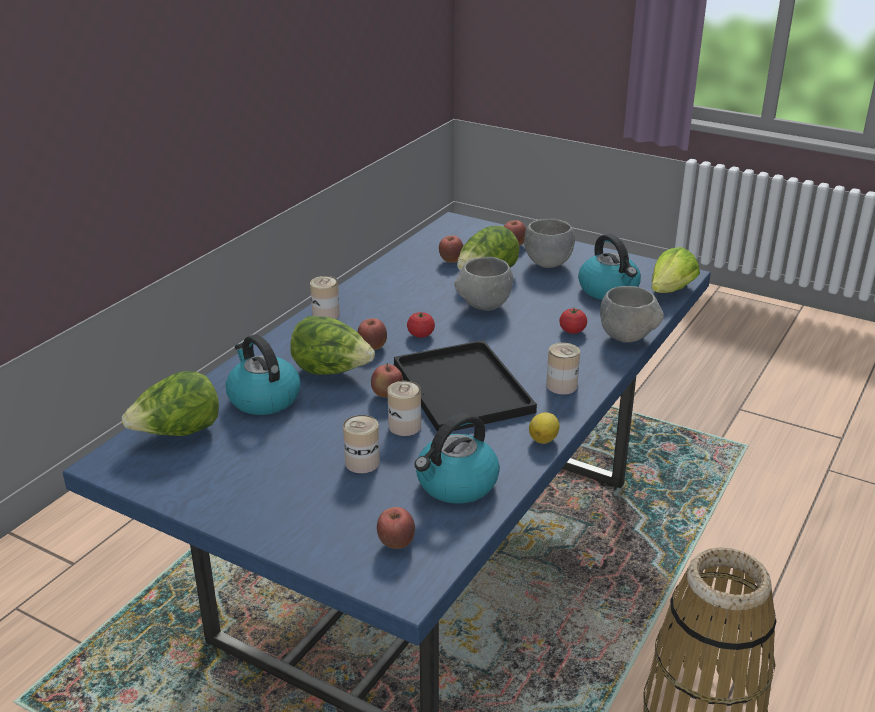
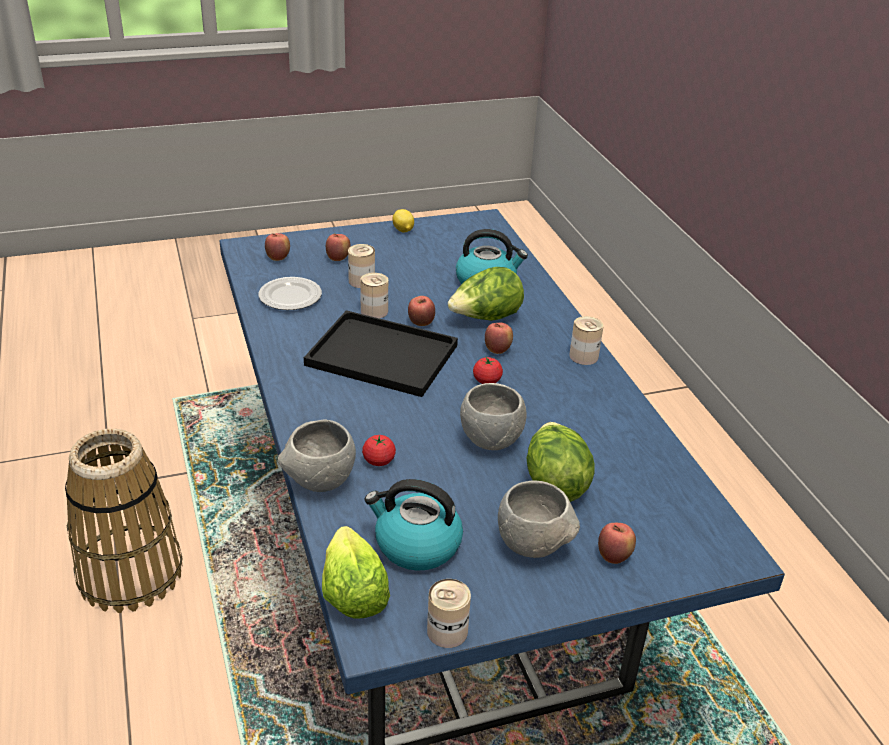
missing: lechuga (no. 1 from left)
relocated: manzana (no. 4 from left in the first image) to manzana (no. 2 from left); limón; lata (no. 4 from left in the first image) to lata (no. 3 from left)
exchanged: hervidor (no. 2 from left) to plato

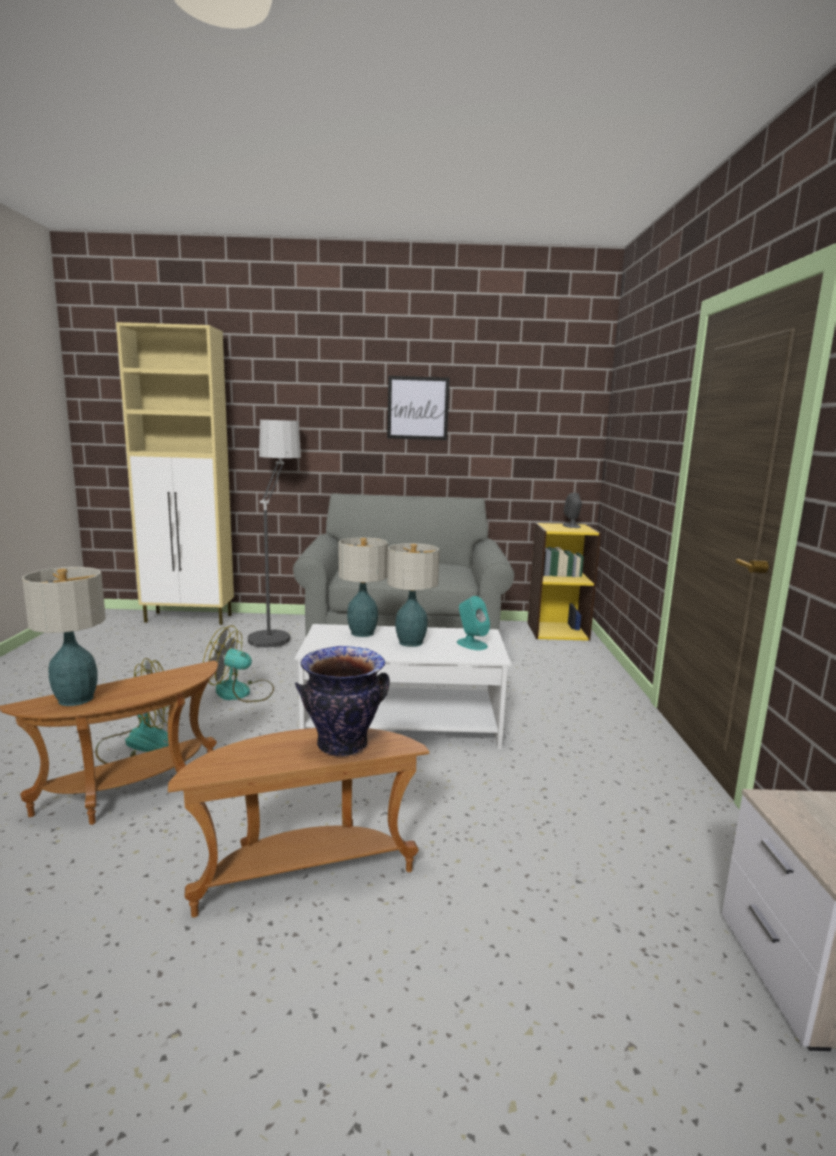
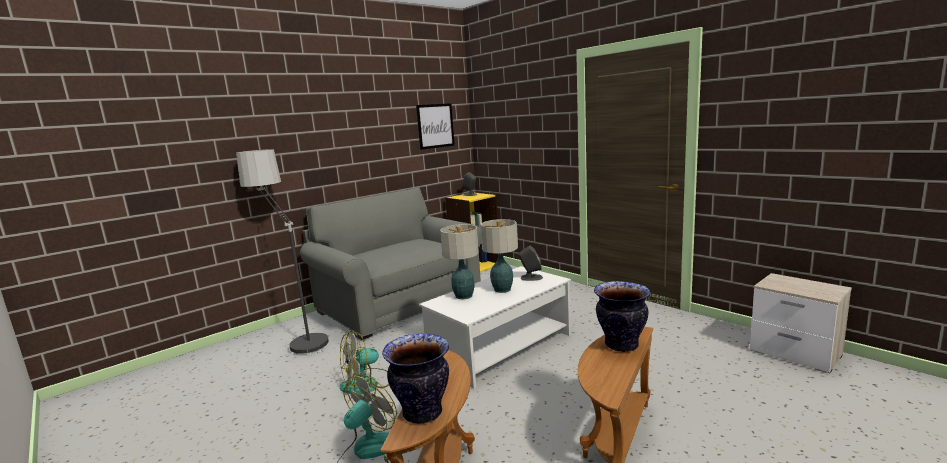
missing: armario/beis
relocated: cuadro
exchanged: lámpara de mesa (no. 1 from left) to florero (no. 1 from left)
colour: altavoz/turquesa to altavoz/gris (no. 2 from left)

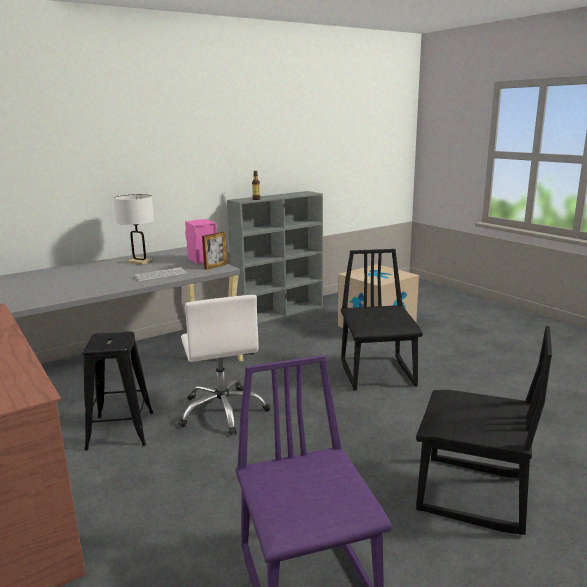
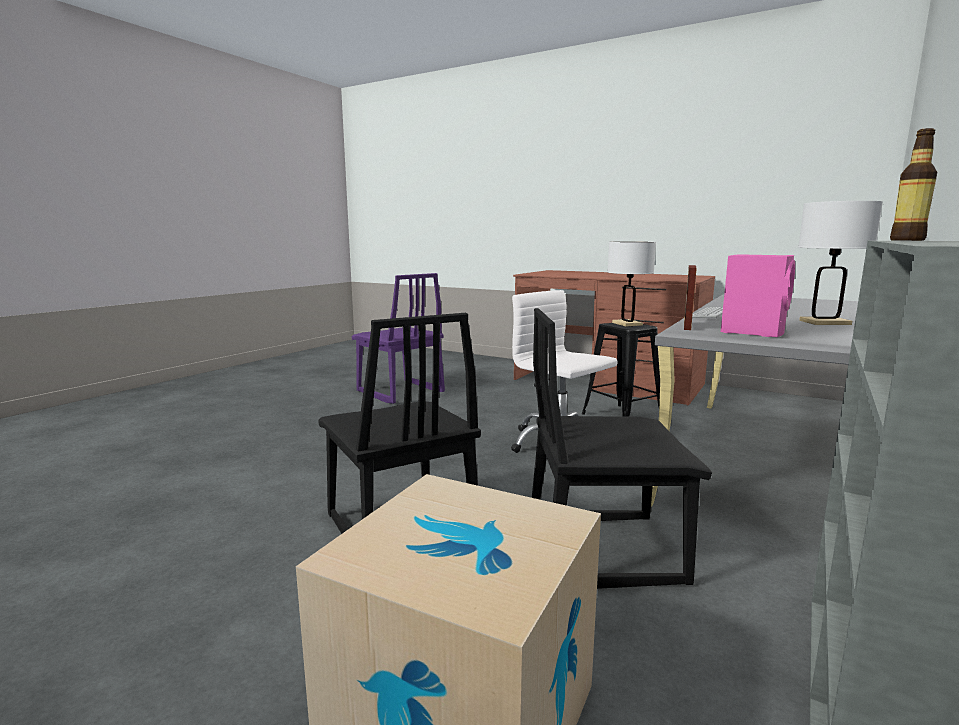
appeared: lámpara de mesa/blanco (no. 1 from left)
relocated: silla/negro (no. 2 from left)

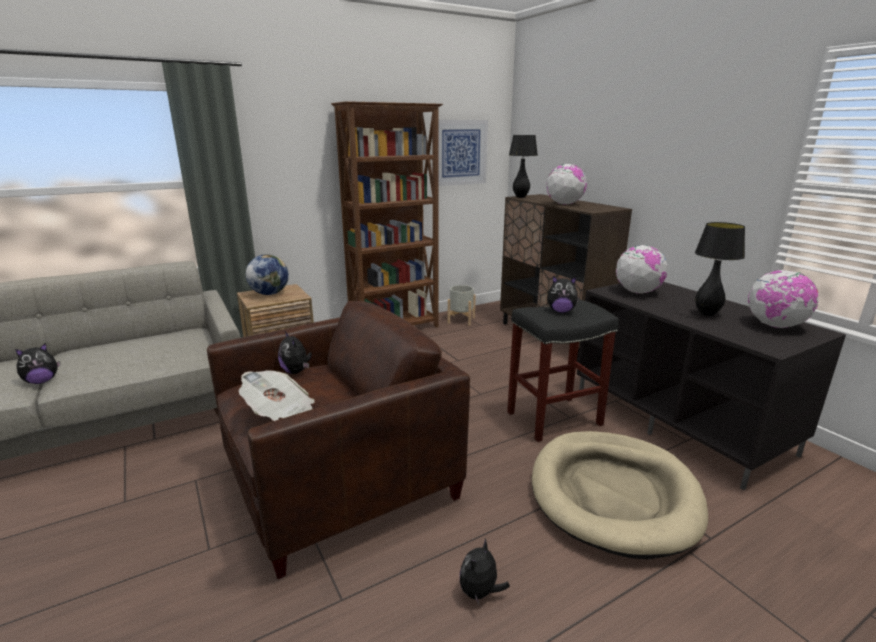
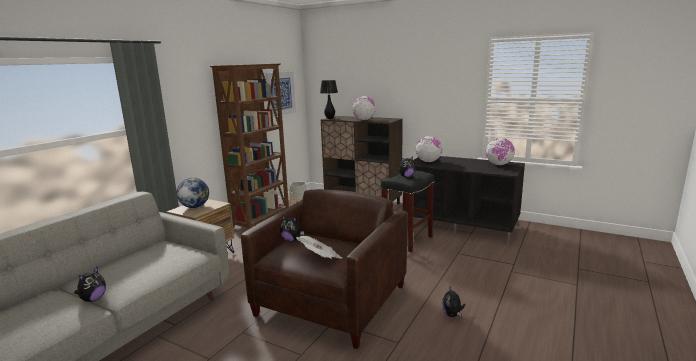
missing: cama para perro/beis; lámpara de mesa/negro (no. 2 from left)

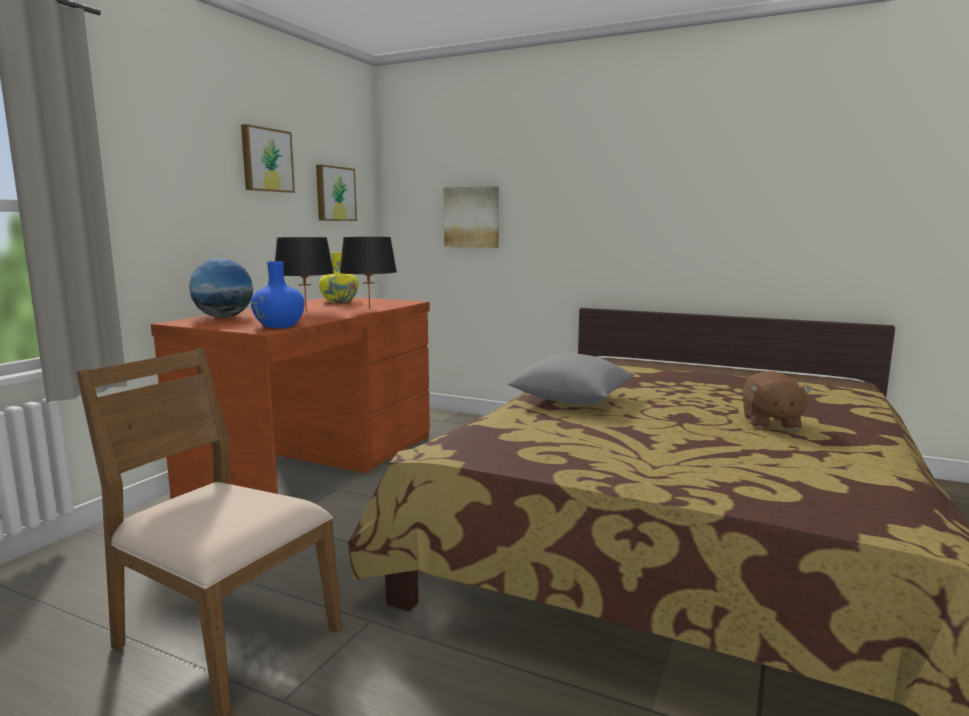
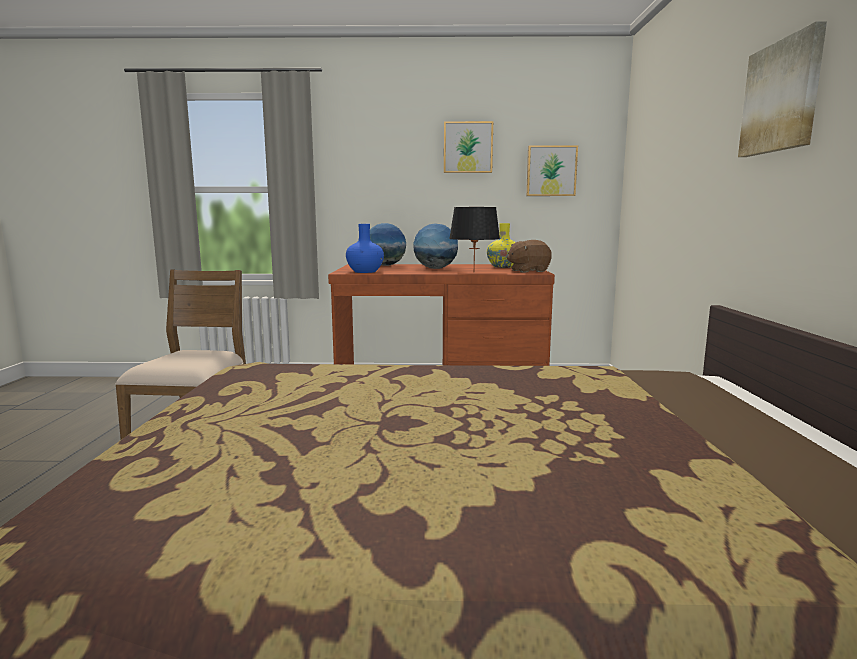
missing: cojín/gris
relocated: peluche/marrón; cuadro (no. 3 from left)
exchanged: lámpara de mesa/negro (no. 1 from left) to globo terráqueo (no. 2 from left)

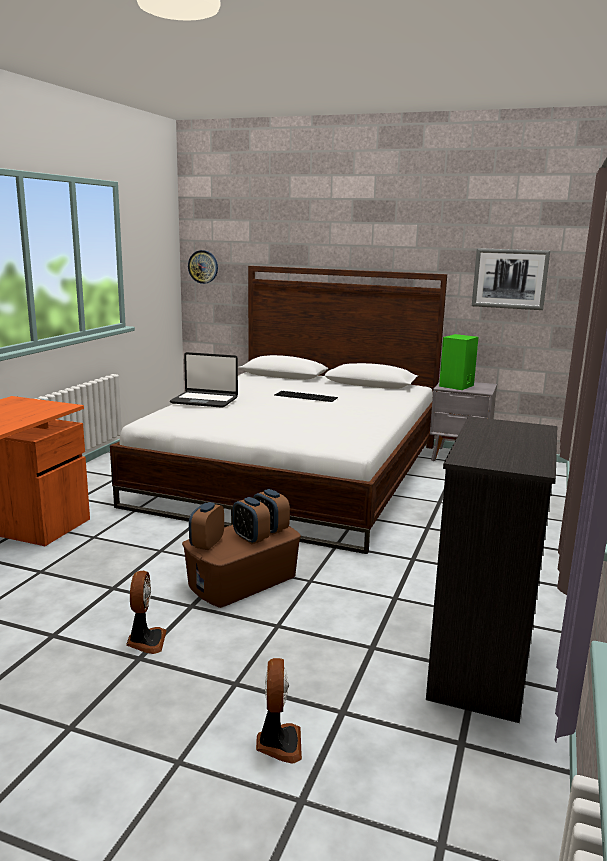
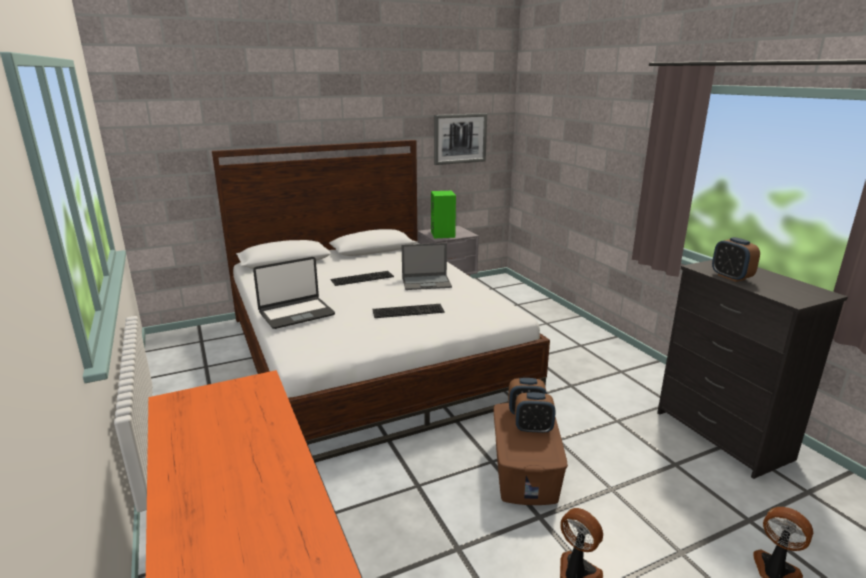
missing: reloj de pared
appeared: teclado (no. 2 from left); portátil (no. 2 from left)
relocated: despertador (no. 1 from left in the first image) to despertador (no. 3 from left)

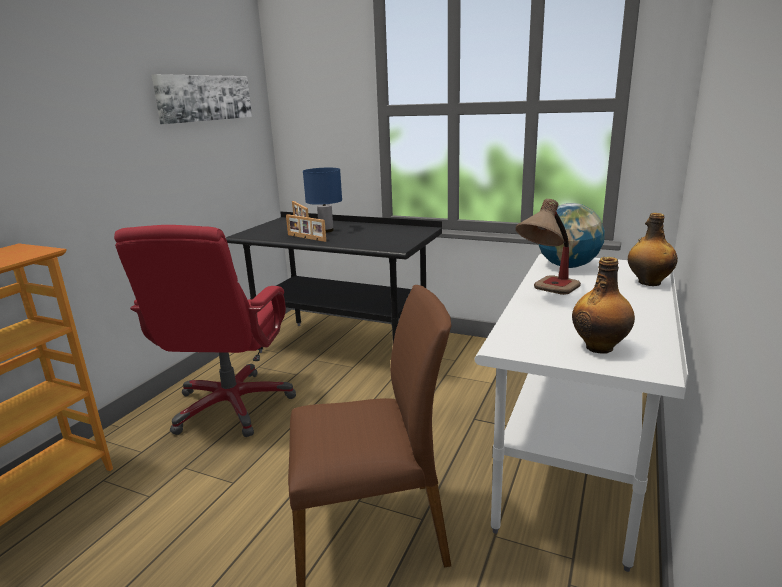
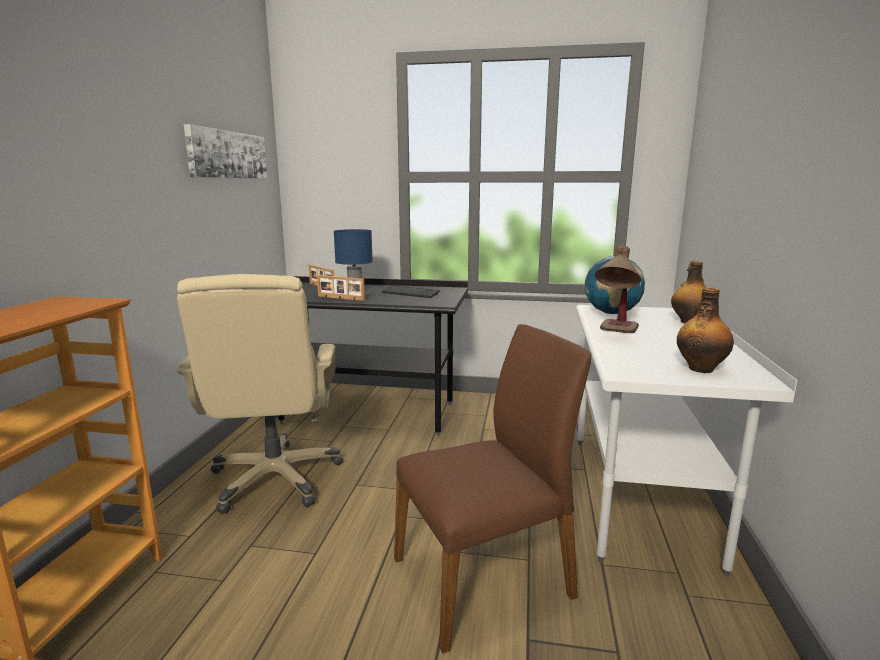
appeared: teclado
colour: silla de oficina/rojo to silla de oficina/beis

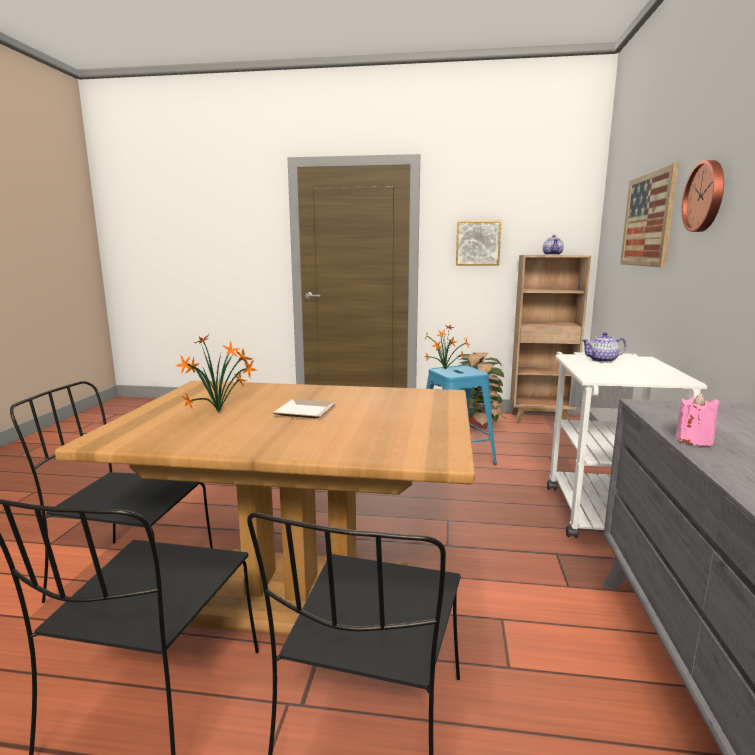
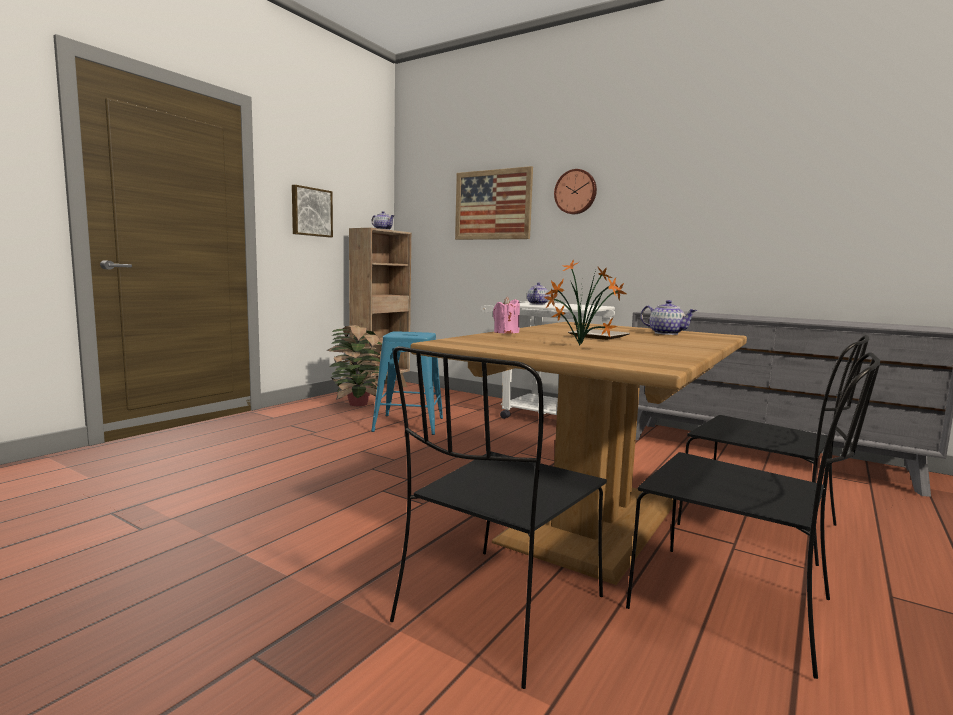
missing: planta en maceta (no. 2 from left)
appeared: tetera (no. 3 from left)
relocated: vela/rosa

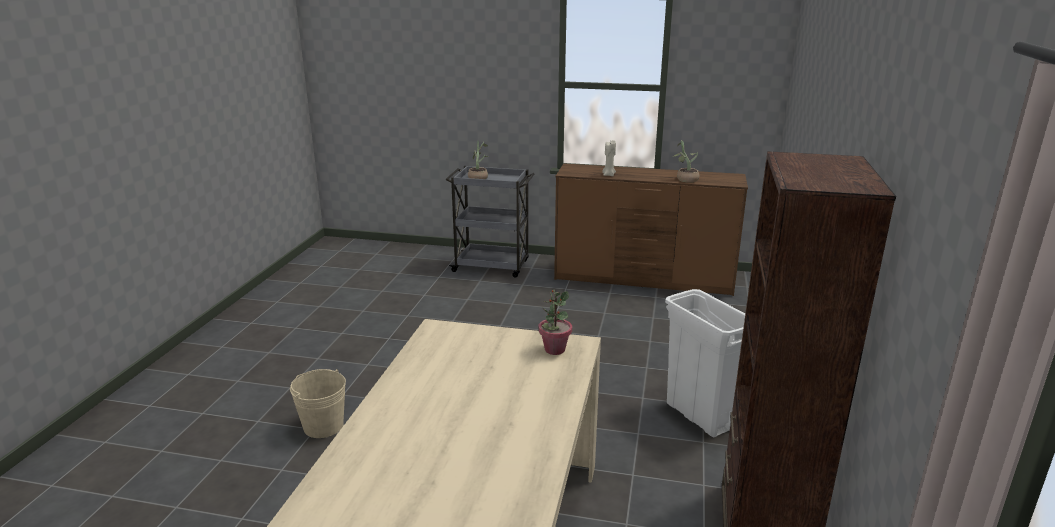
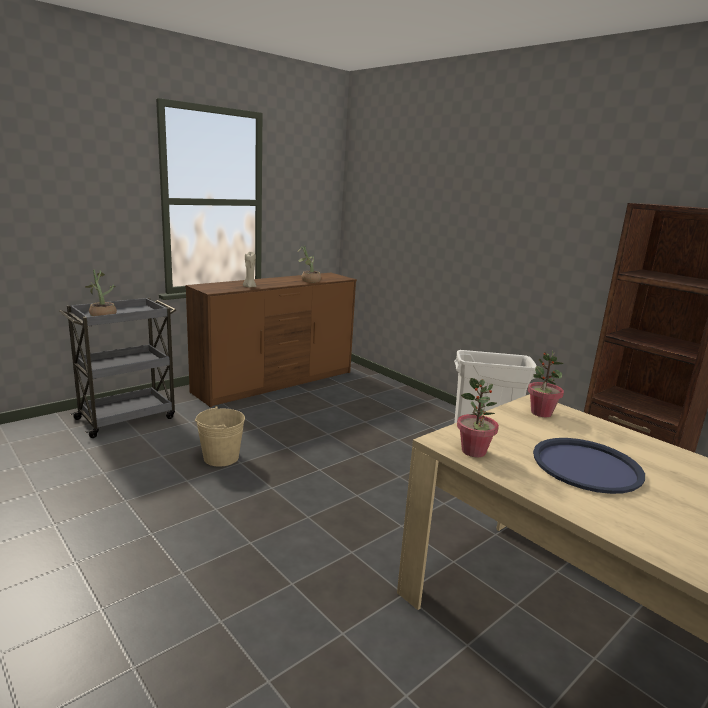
appeared: planta en maceta (no. 3 from left); bandeja/azul
relocated: cubo/beis

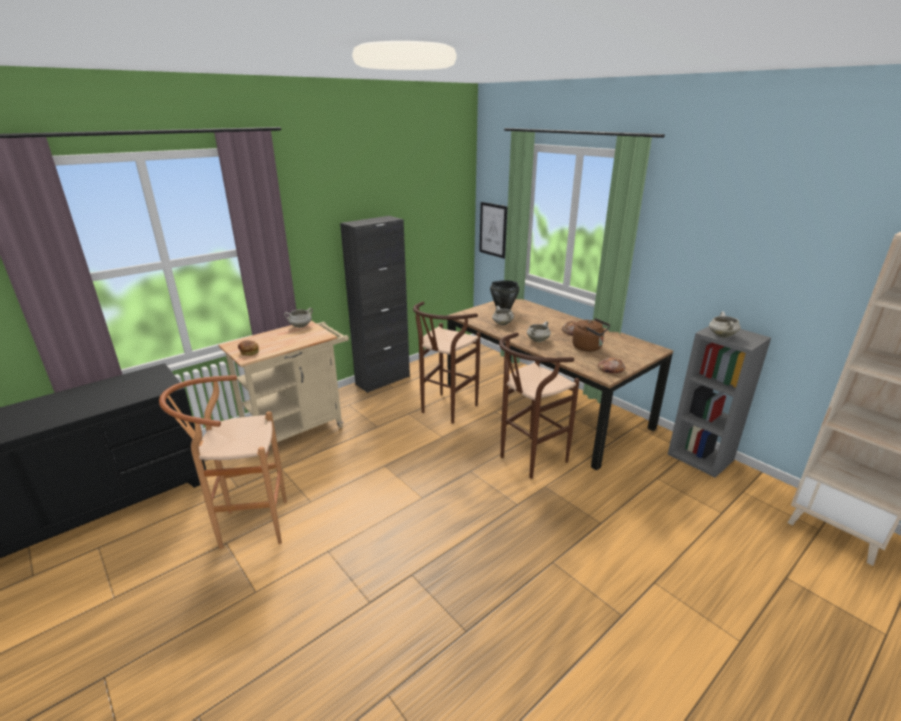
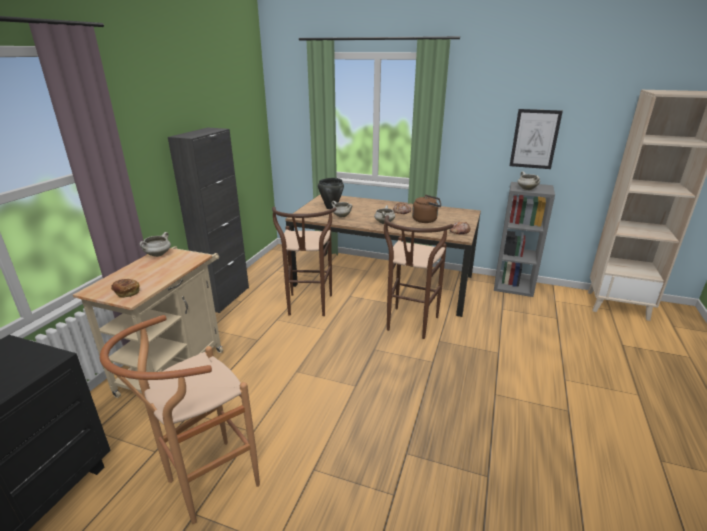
relocated: cuadro

